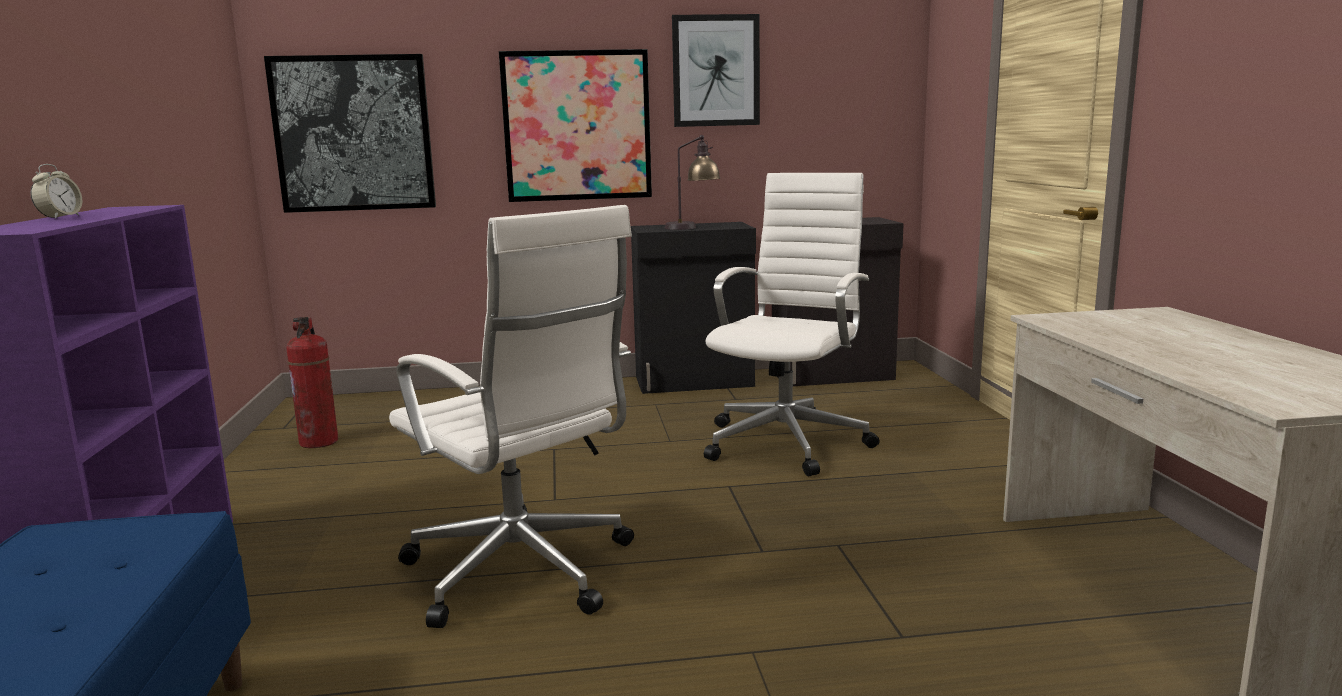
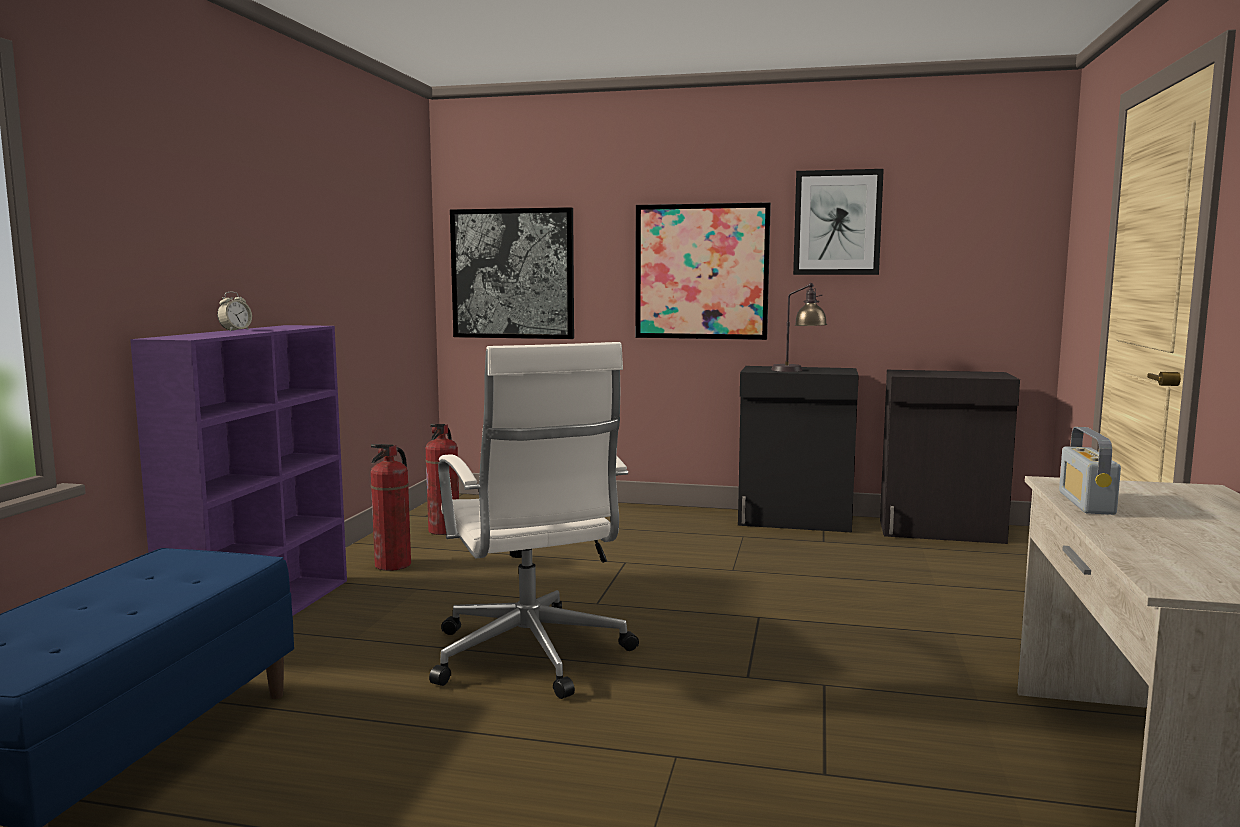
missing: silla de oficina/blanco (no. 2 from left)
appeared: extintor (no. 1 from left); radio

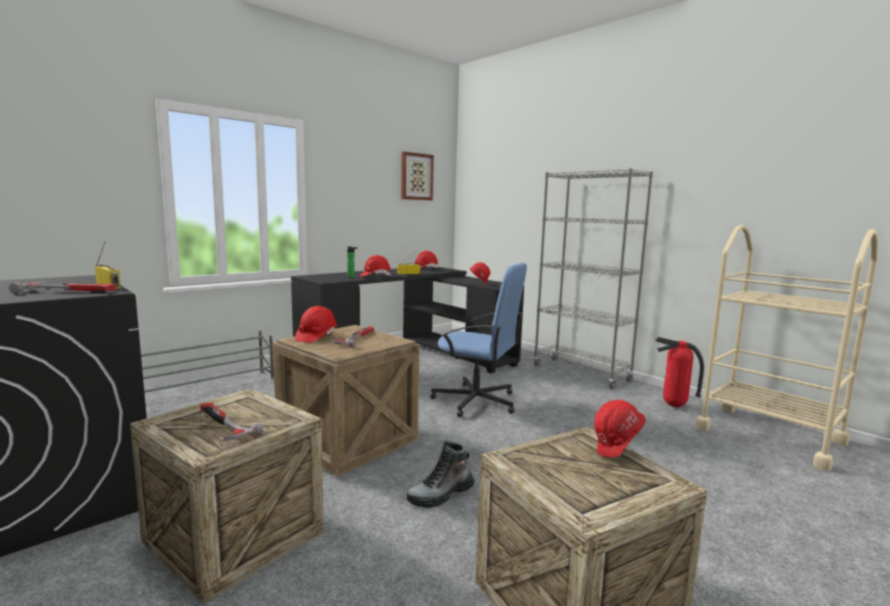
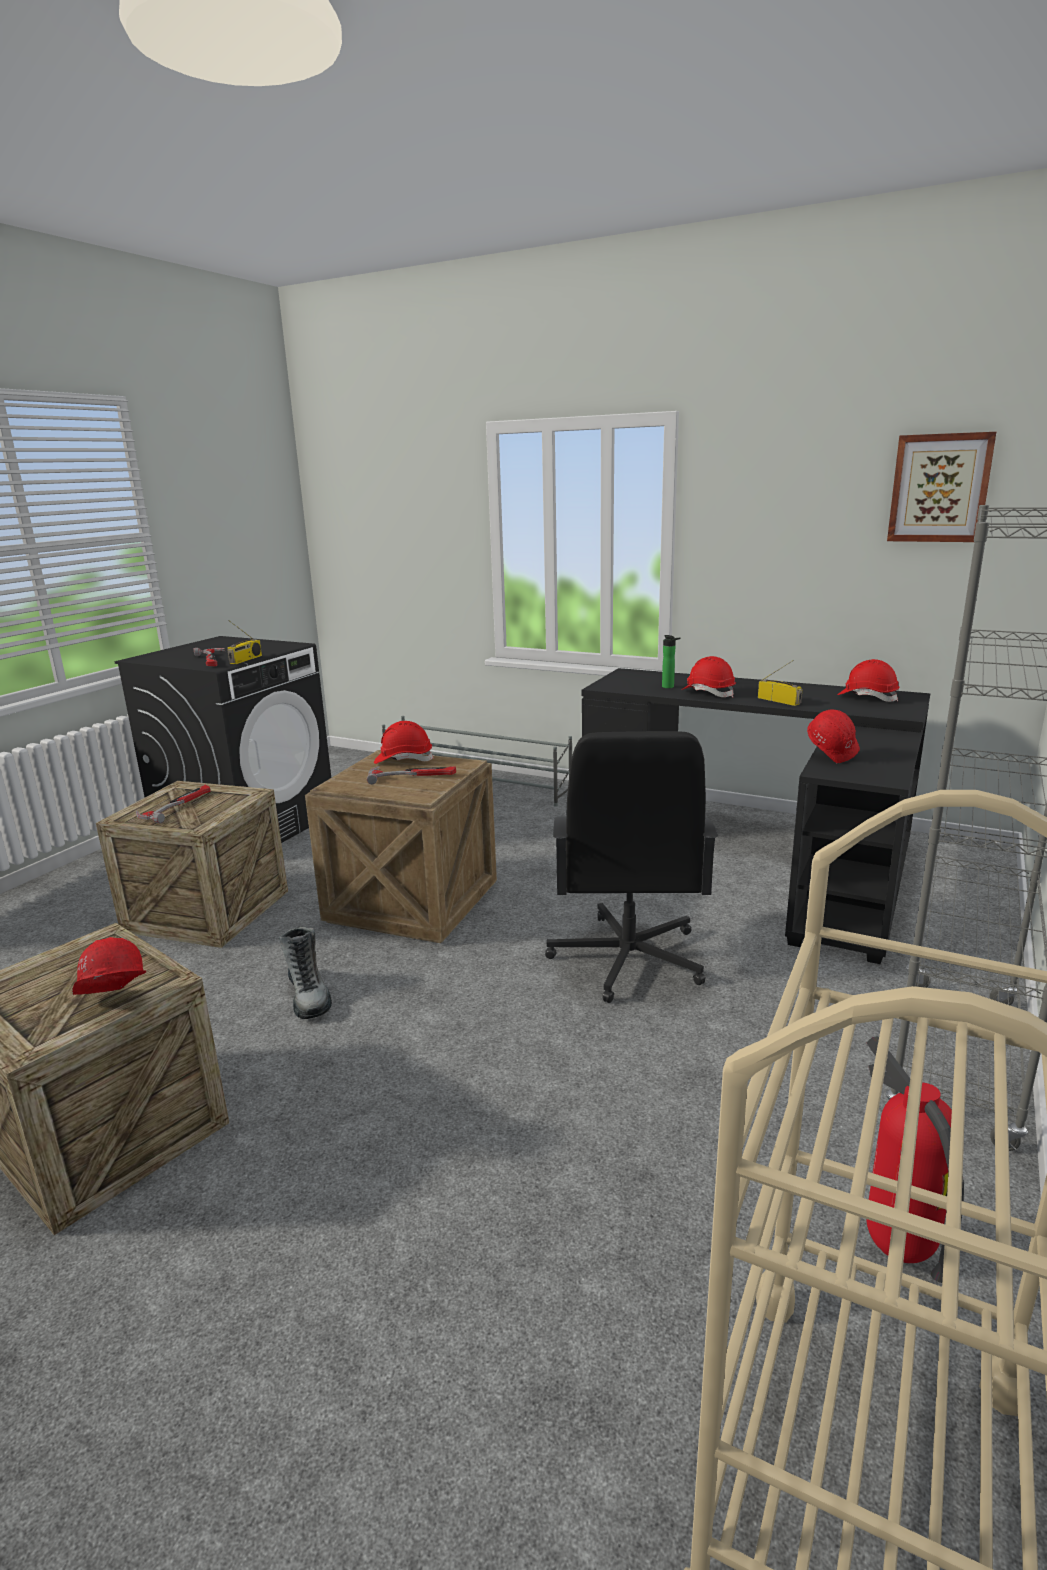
colour: silla de oficina/azul to silla de oficina/negro
spun: bota 150 degrees counterclockwise

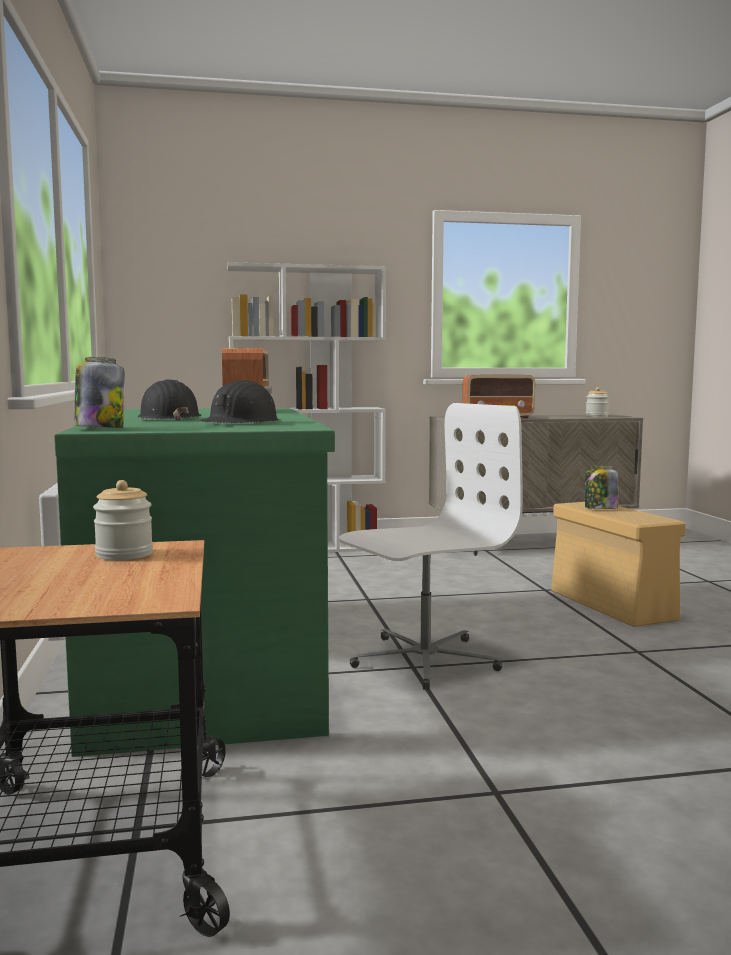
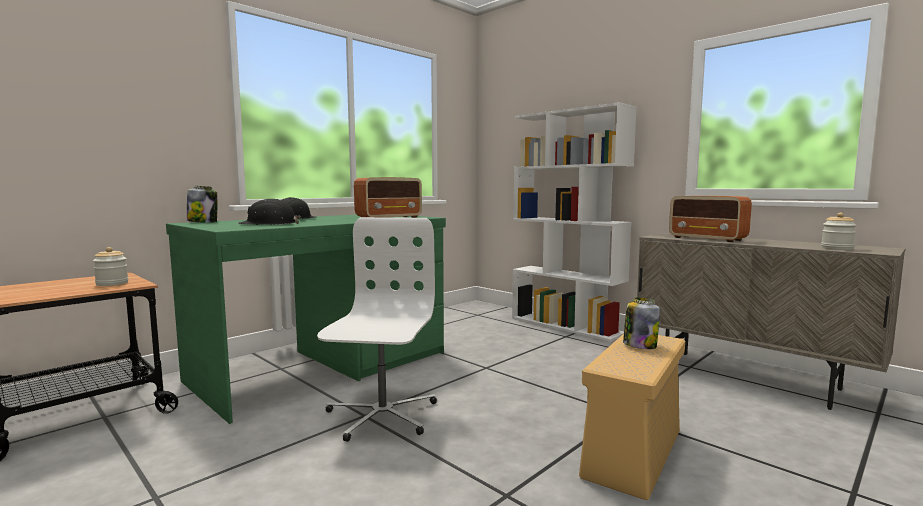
spun: silla de oficina/blanco 105 degrees counterclockwise

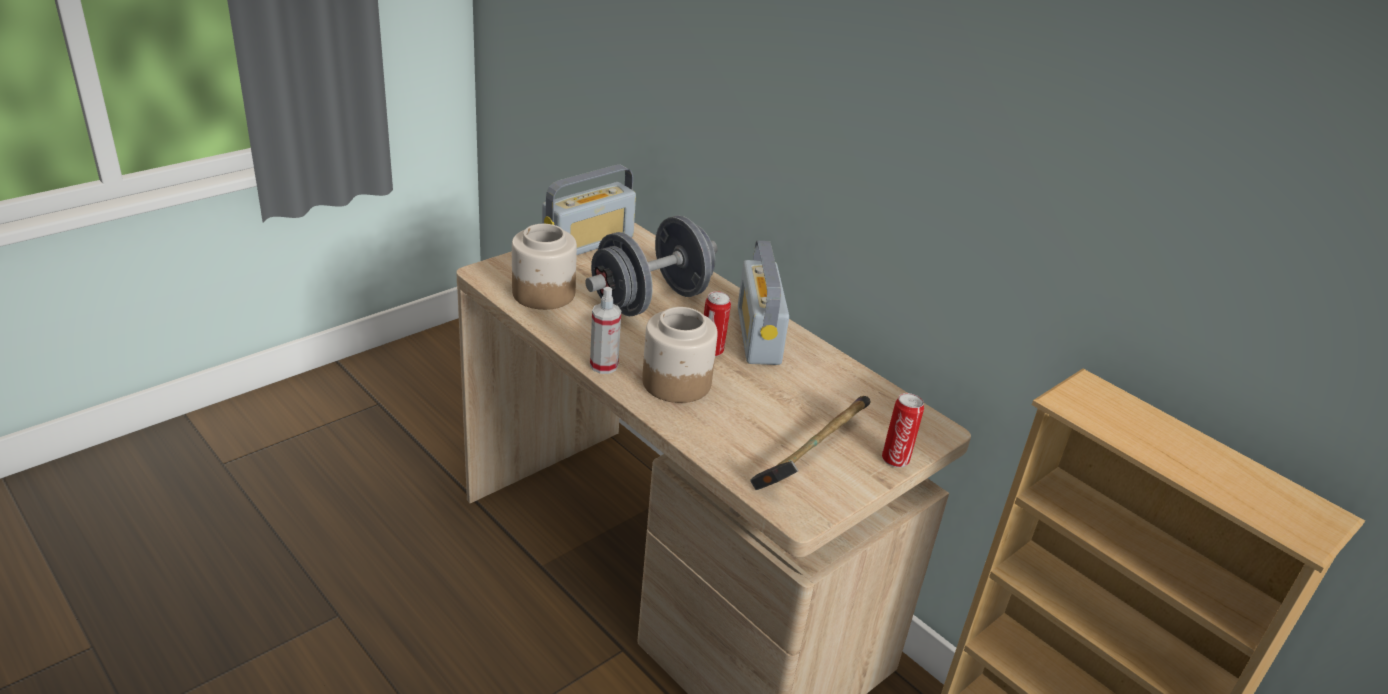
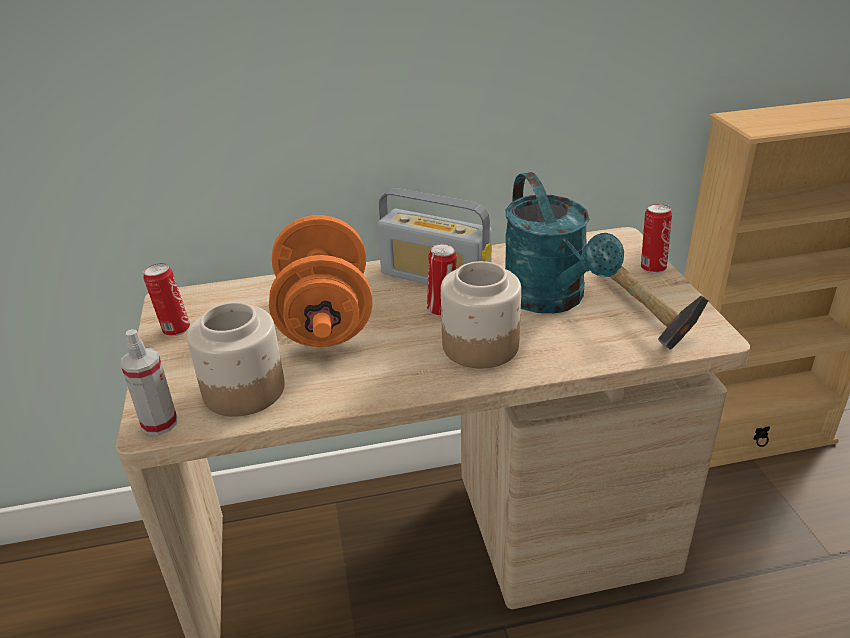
appeared: regadera/turquesa
relocated: pulverizador
exchanged: radio (no. 1 from left) to lata (no. 1 from left)
colour: mancuerna/gris to mancuerna/naranja

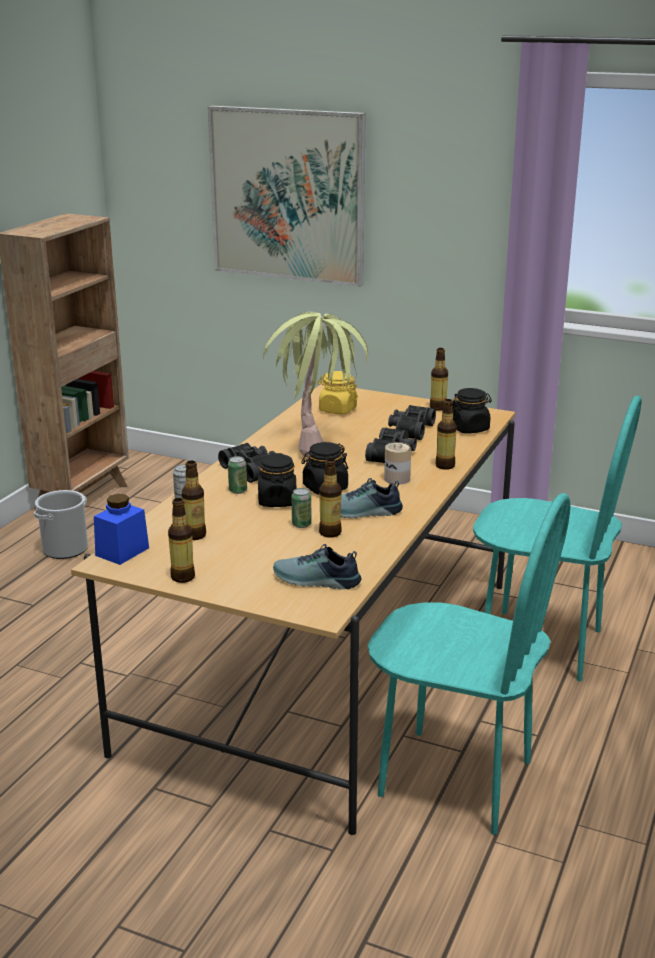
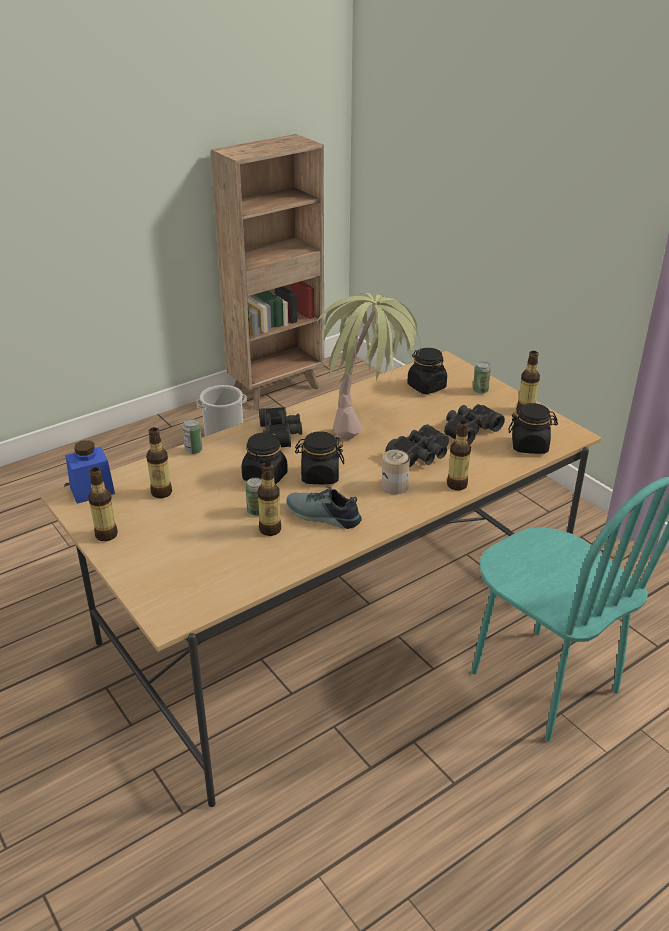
missing: cuadro; zapato (no. 1 from left); silla/turquesa (no. 1 from left)
relocated: lata (no. 2 from left in the first image) to lata (no. 4 from left)
colour: tarro/amarillo to tarro/negro (no. 3 from left)

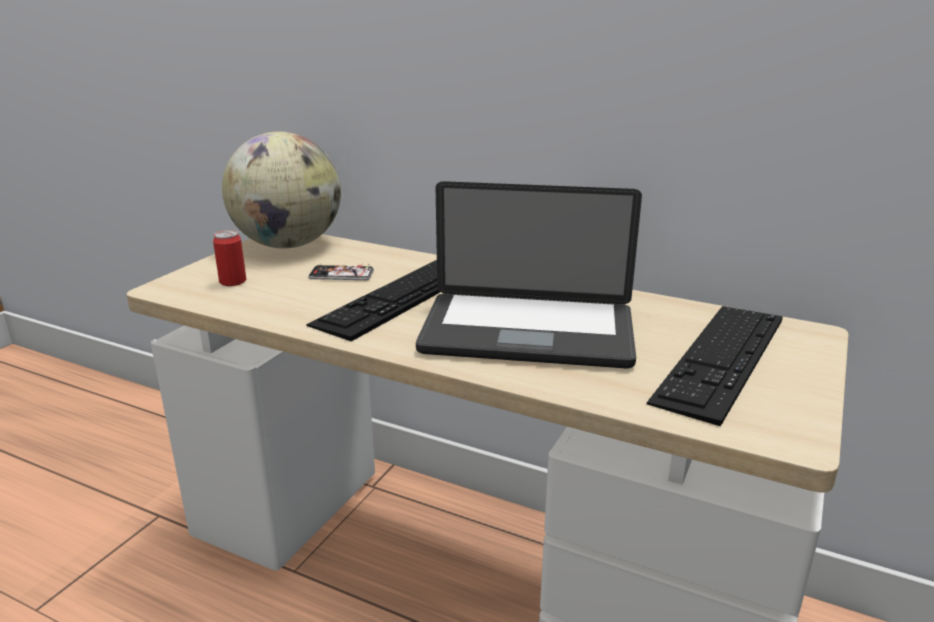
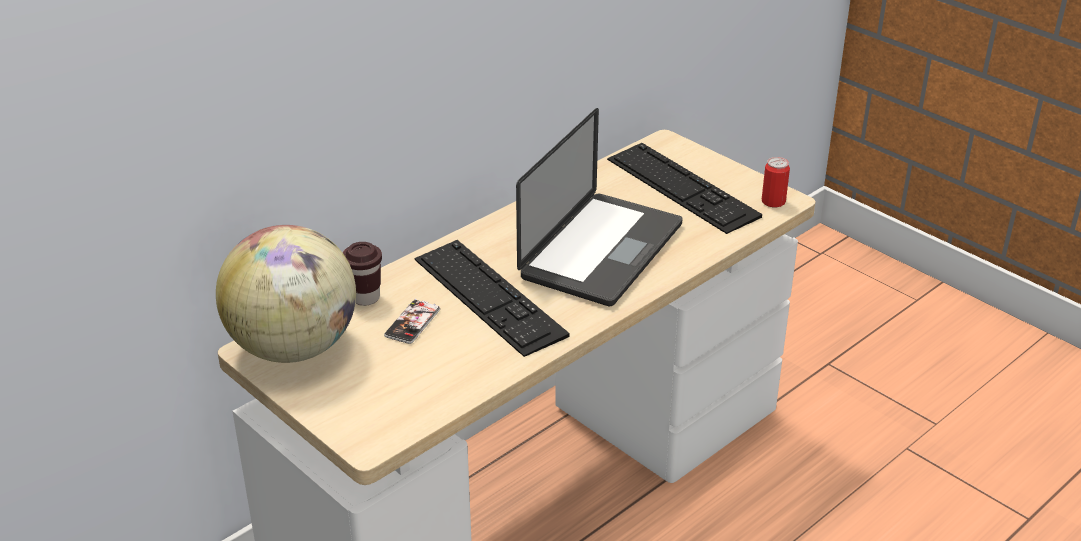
appeared: taza/marrón
relocated: lata

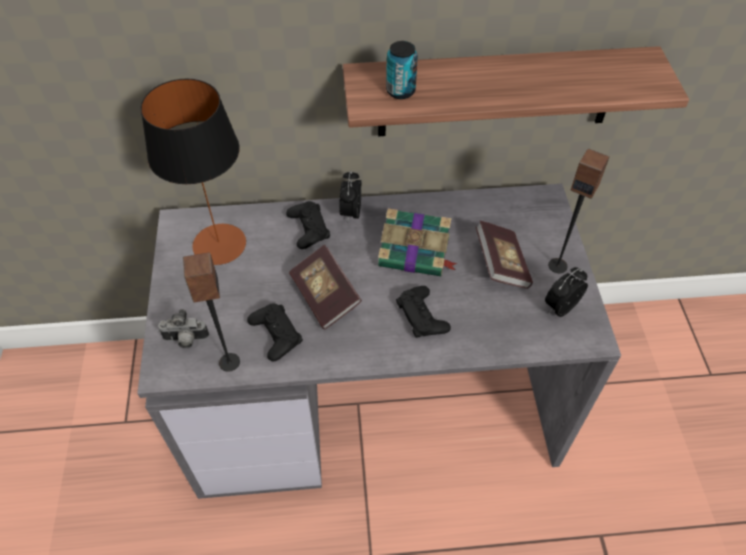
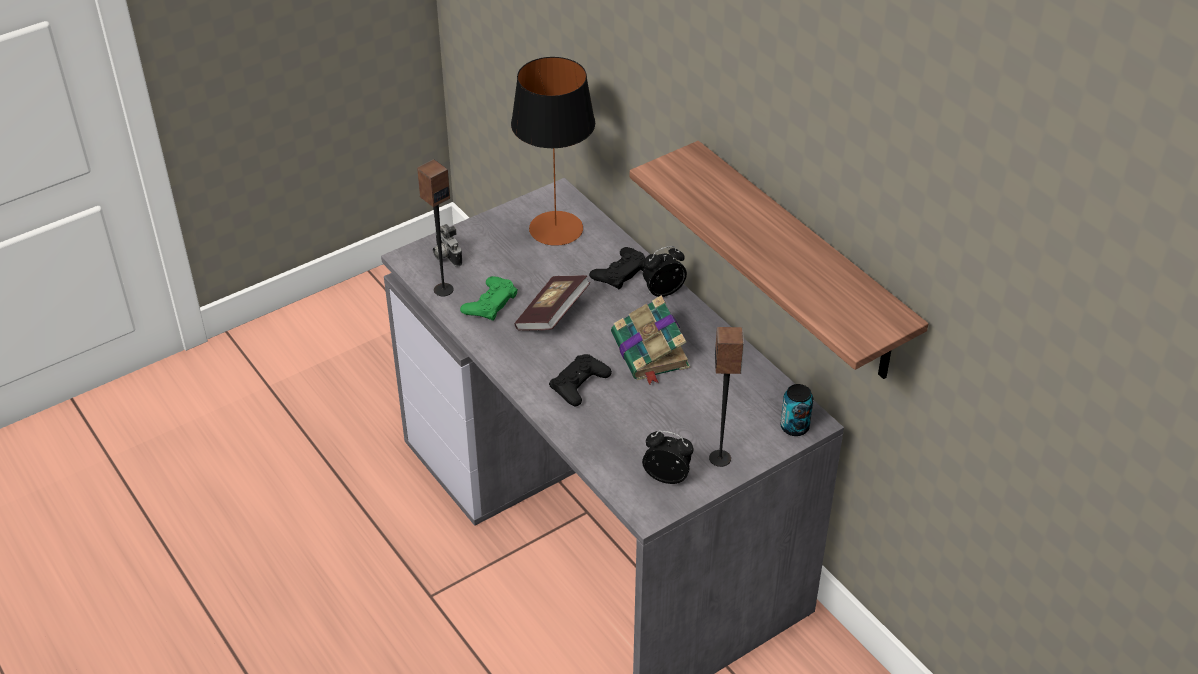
missing: libro (no. 3 from left)
relocated: lata
colour: mando de consola/negro (no. 1 from left) to mando de consola/verde

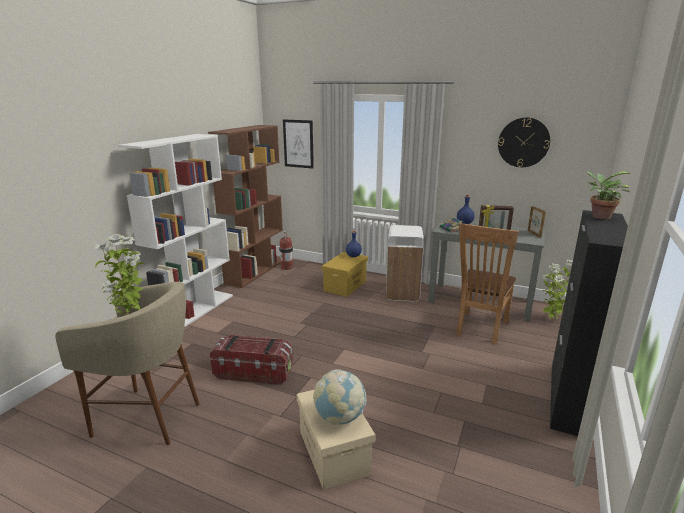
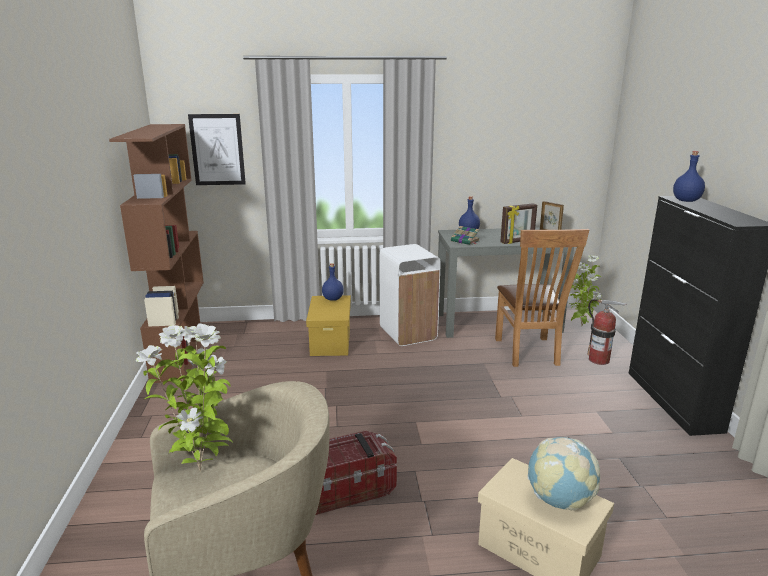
missing: estantería/blanco; reloj de pared
relocated: extintor
exchanged: planta en maceta (no. 3 from left) to botella/azul (no. 3 from left)

